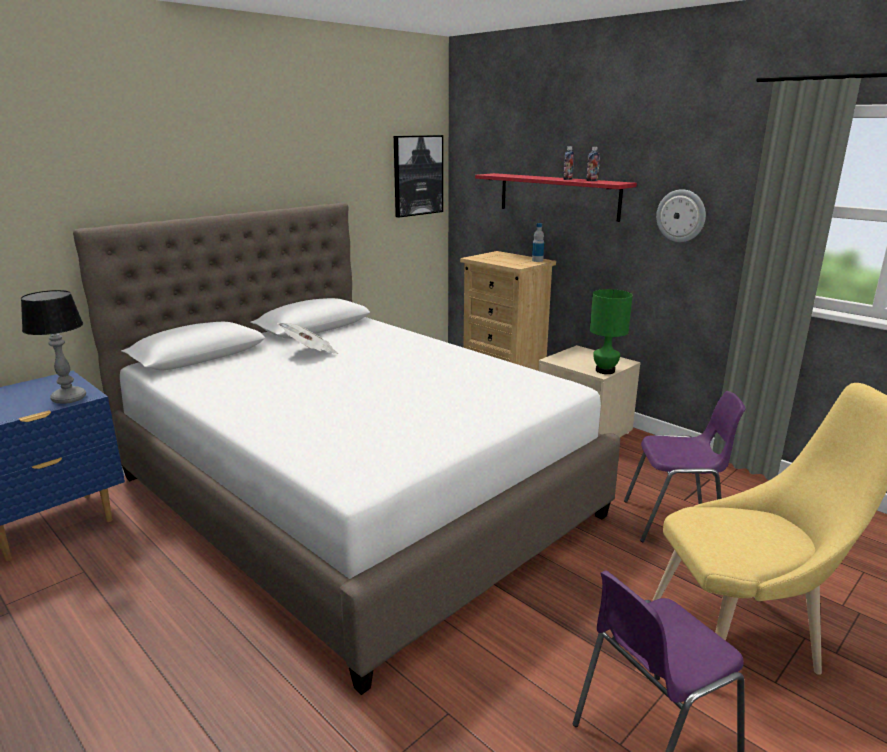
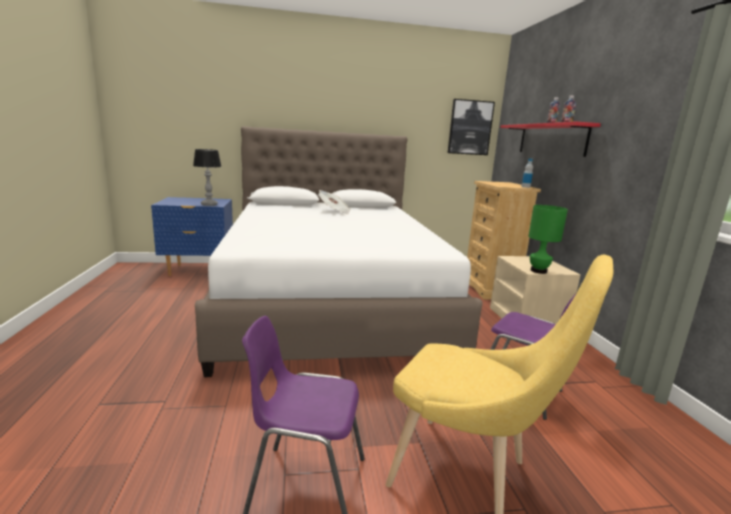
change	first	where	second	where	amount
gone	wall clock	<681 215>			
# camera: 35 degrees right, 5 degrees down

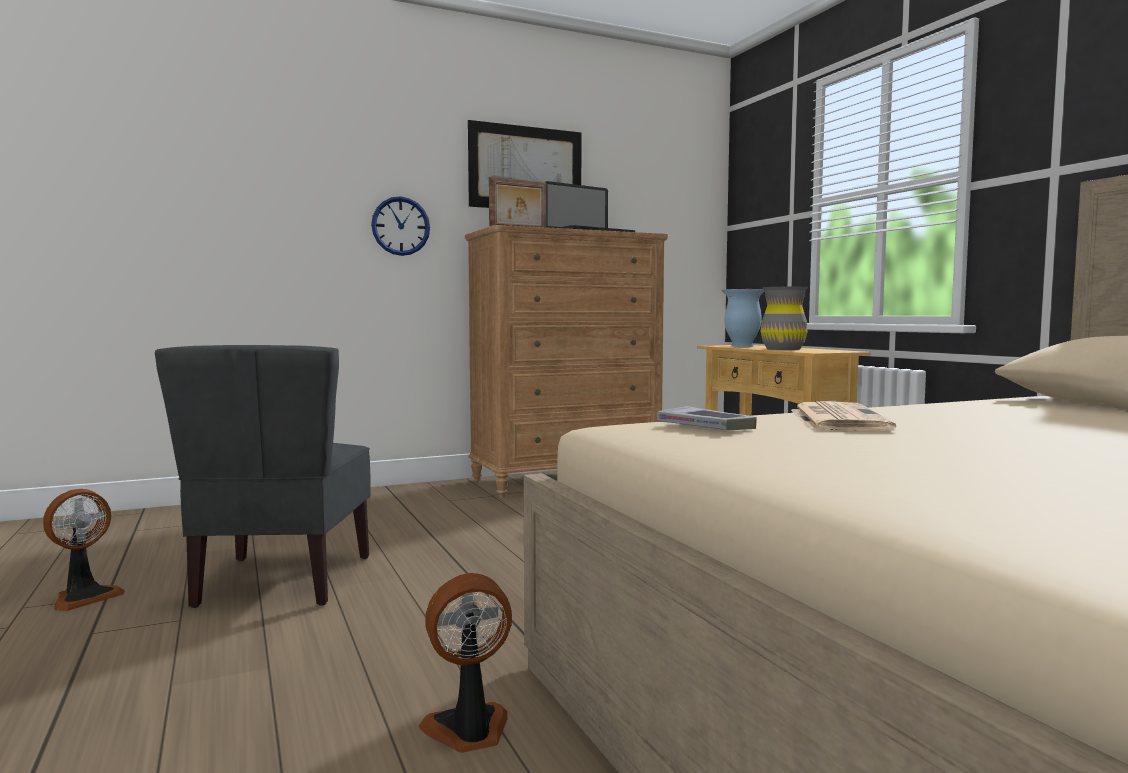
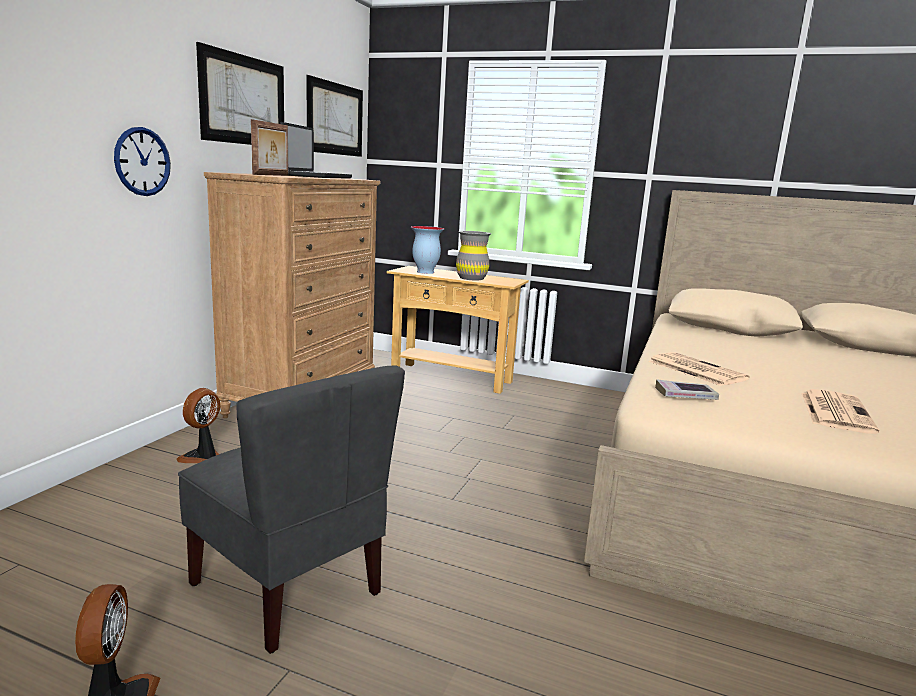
change	first	where	second	where	amount
new			picture	<334 116>	
new			newspaper	<840 411>	
shifted	fan	<465 663>		<198 425>	
# camera: 45 degrees left, 10 degrees up

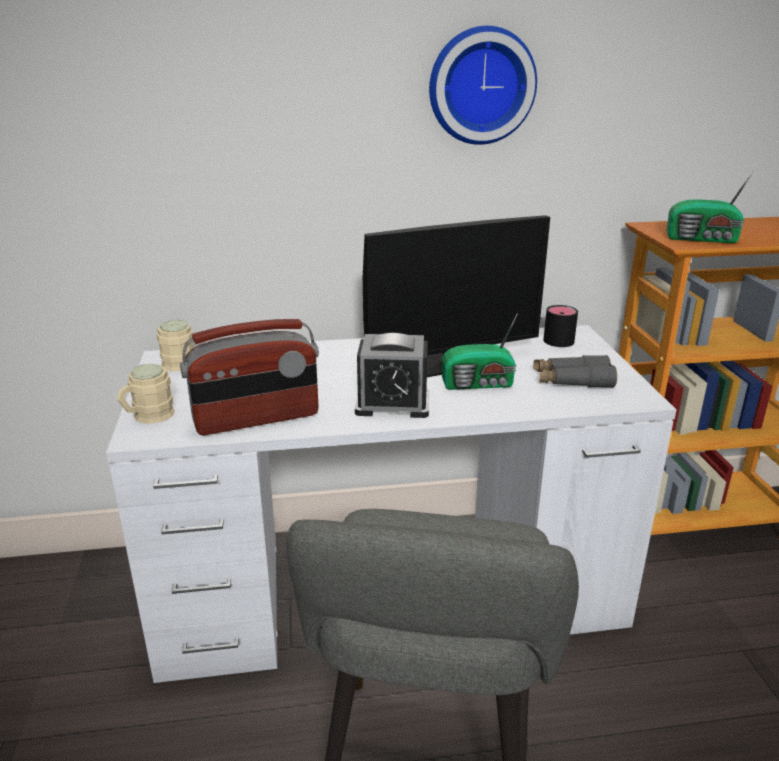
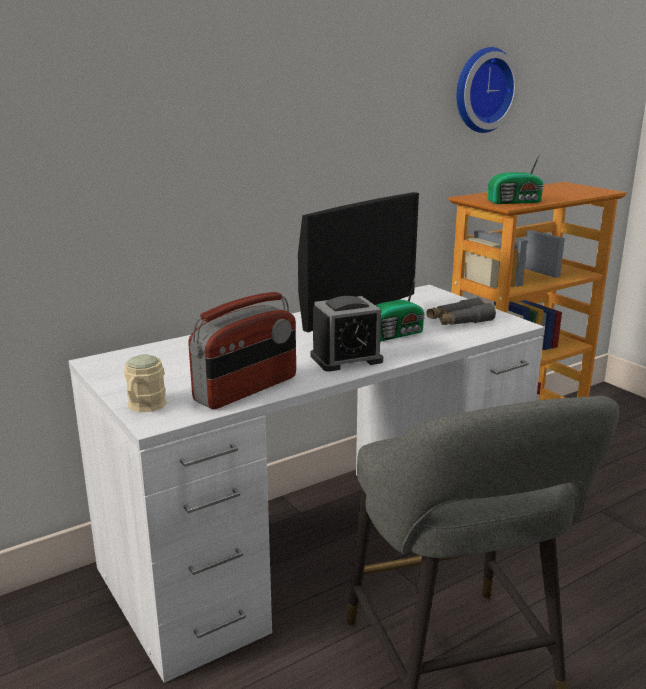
change	first	where	second	where	amount
gone	mug (beige)	<175 346>			
gone	mug (black)	<560 326>			
shifted	wall clock	<483 85>		<488 90>	
# camera: 25 degrees left, 5 degrees down

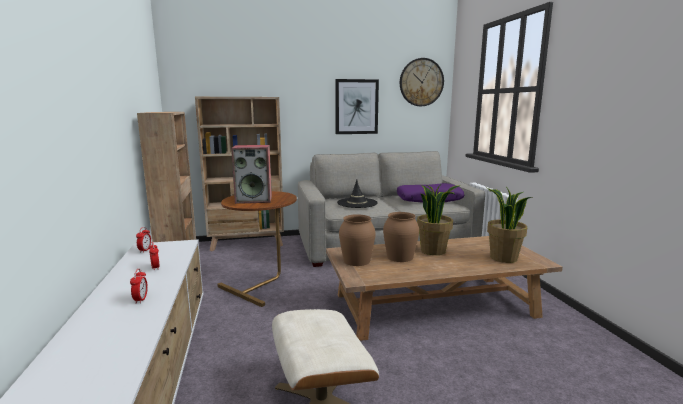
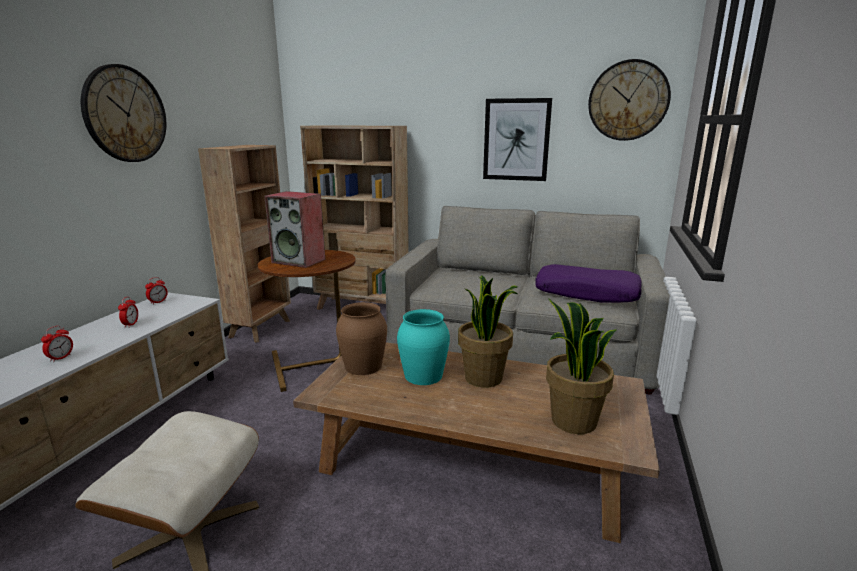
change	first	where	second	where	amount
gone	hat (black)	<357 193>			
new			wall clock	<123 113>	
repainted	vase (brown)	<401 237>	vase (turquoise)	<423 347>	
# camera: 30 degrees right, 5 degrees up

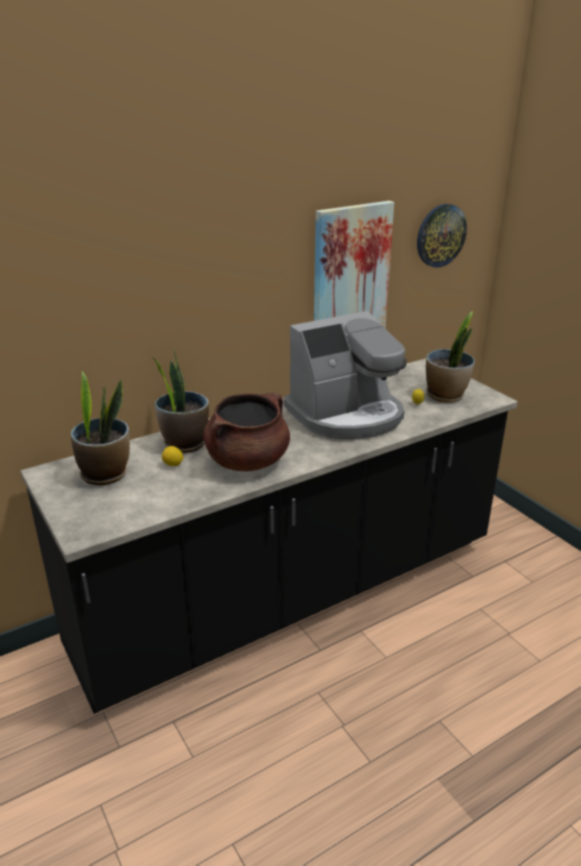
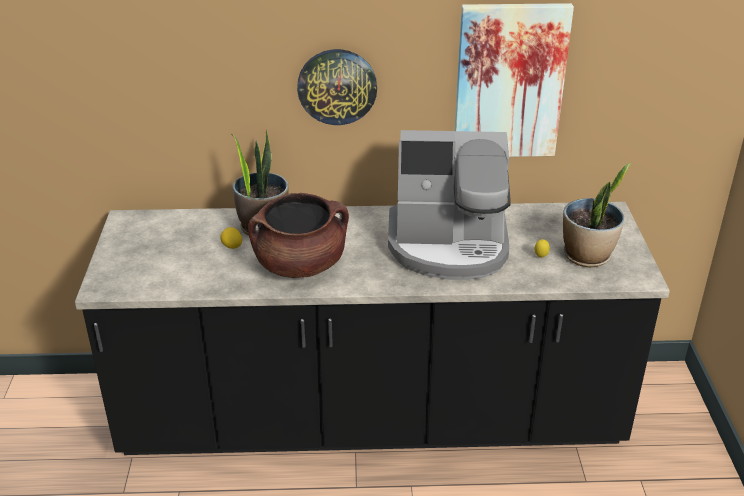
change	first	where	second	where	amount
gone	potted plant	<100 428>			
shifted	wall clock	<442 236>		<337 87>	
# camera: 30 degrees right, 5 degrees up

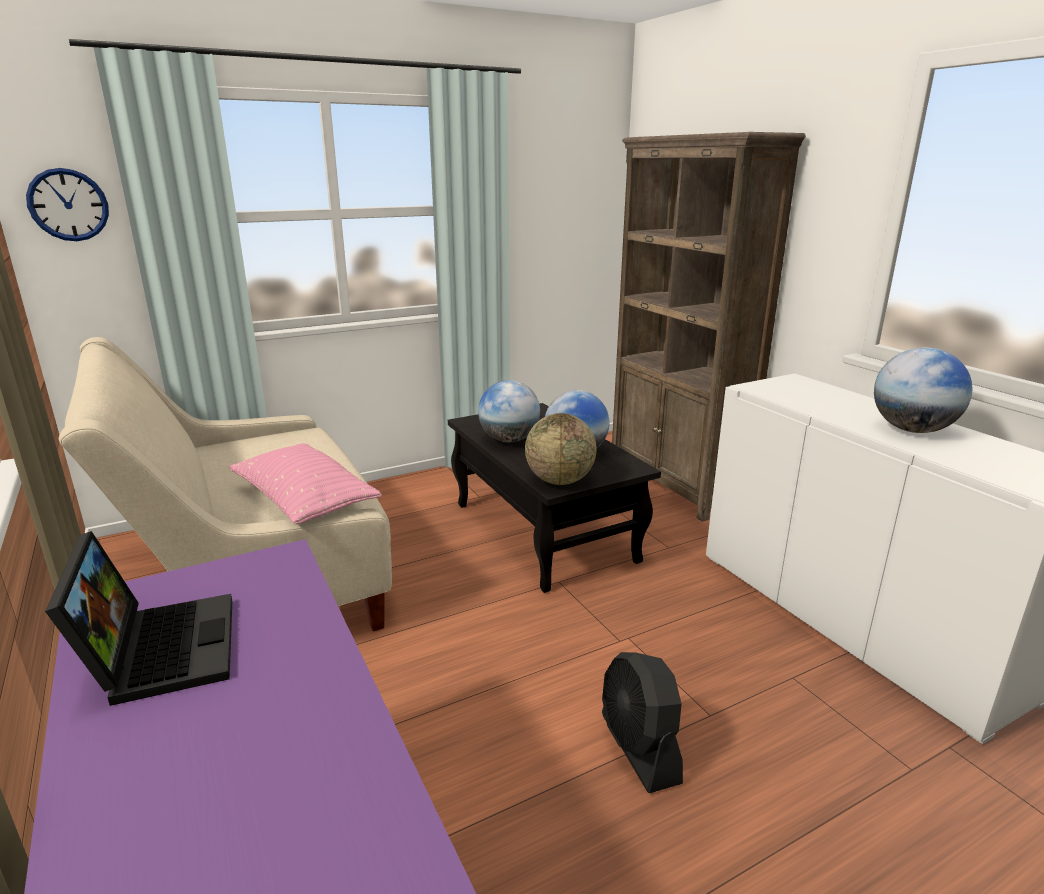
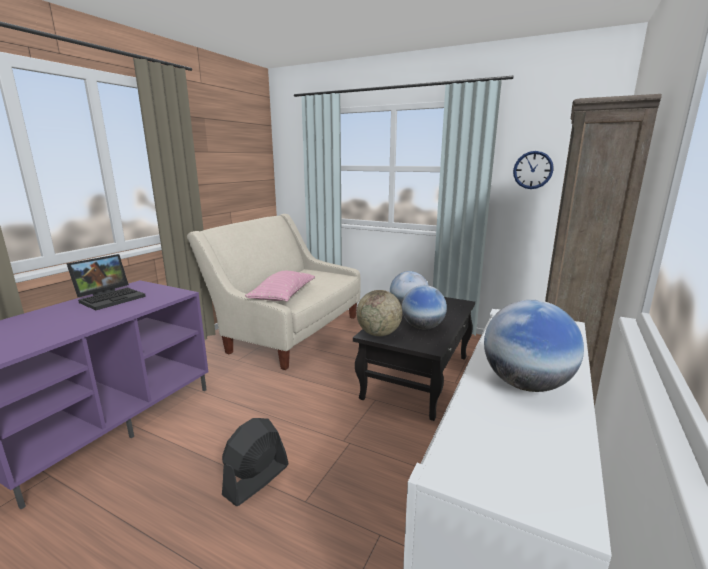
change	first	where	second	where	amount
shifted	wall clock	<67 204>		<533 170>	
# camera: 55 degrees right, 5 degrees down

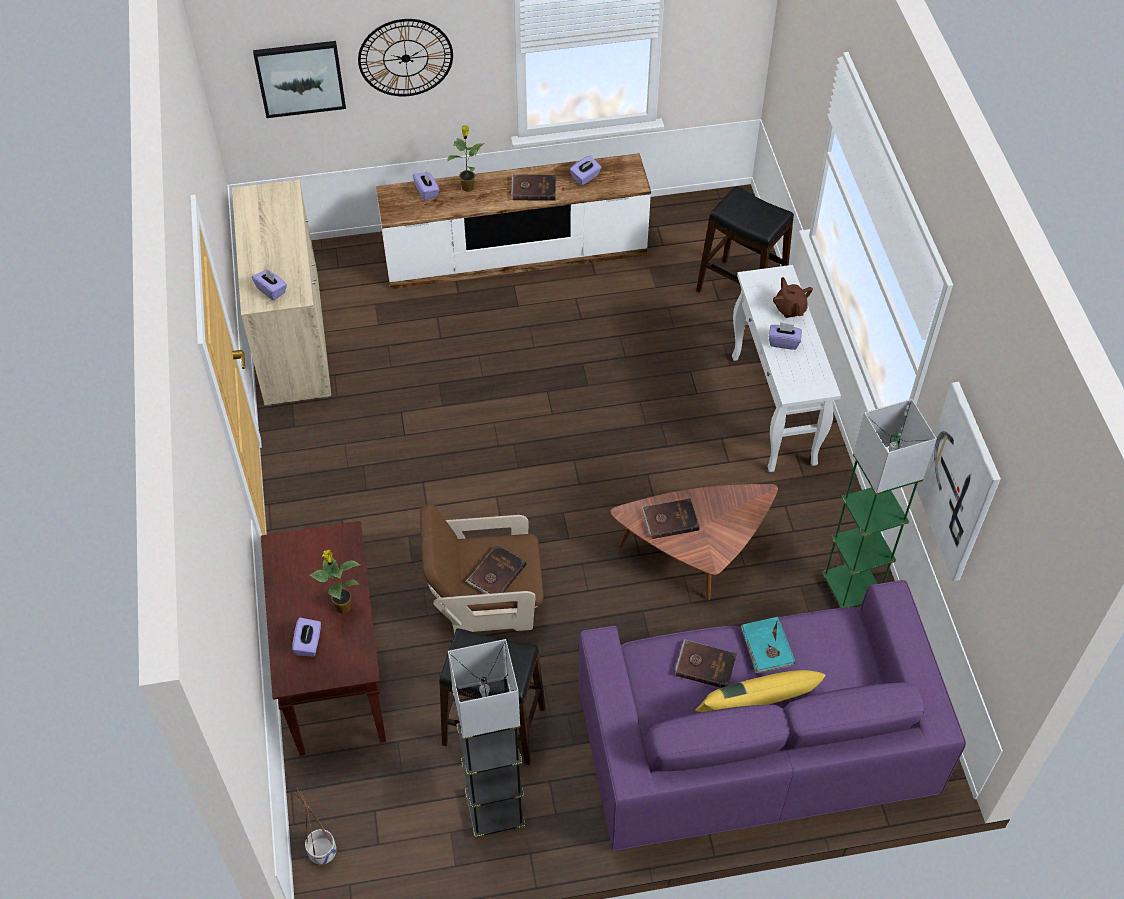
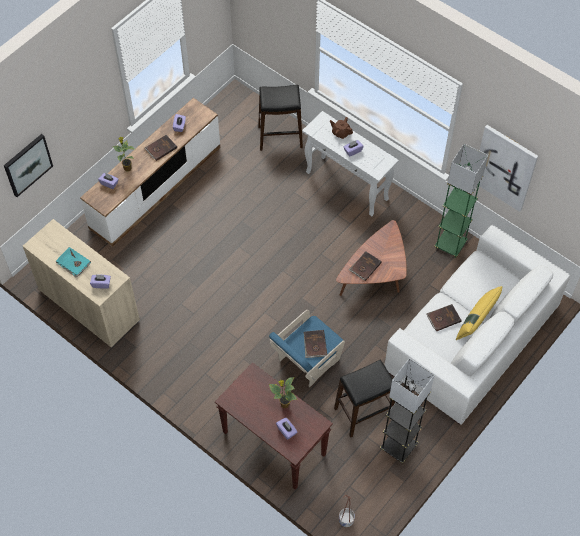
change	first	where	second	where	amount
gone	wall clock	<405 57>			
shifted	book (turquoise)	<768 645>		<73 262>	
repainted	armchair (brown)	<482 569>	armchair (blue)	<307 348>	
repainted	sofa (purple)	<772 715>	sofa (white)	<477 325>	
# camera: 40 degrees left, 5 degrees up

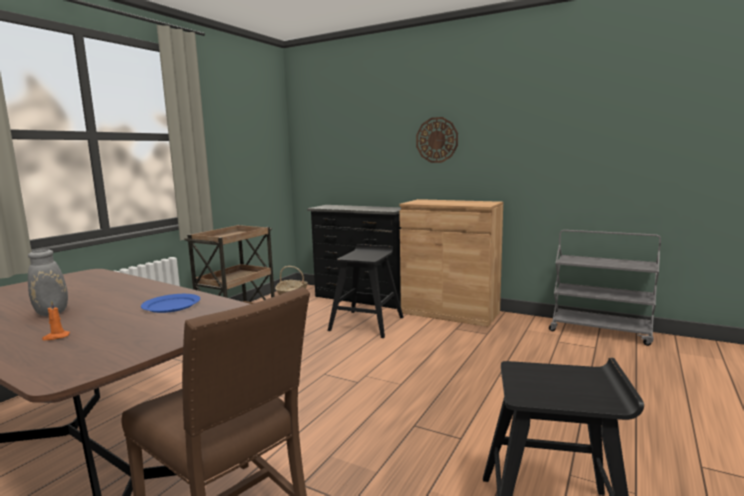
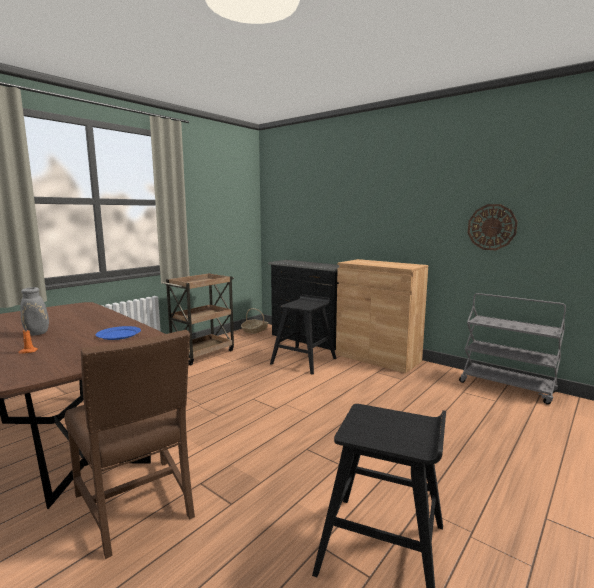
change	first	where	second	where	amount
shifted	wall clock	<437 140>		<493 227>	
# camera: 10 degrees right, 0 degrees up

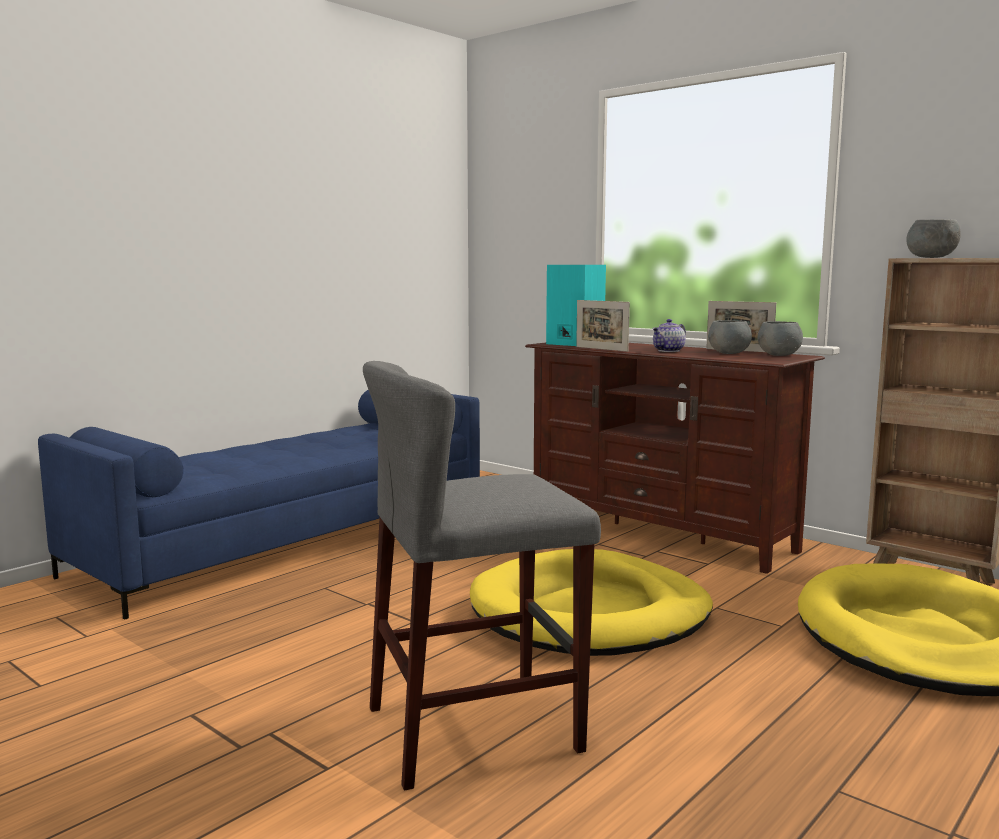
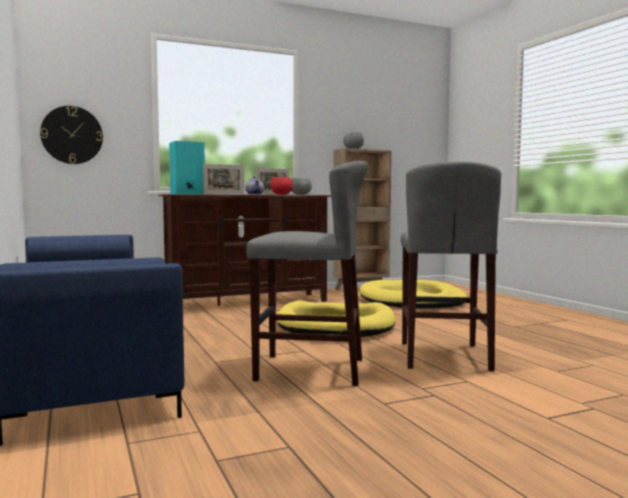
change	first	where	second	where	amount
new			wall clock	<71 135>	
new			stool (grey)	<307 273>	
repainted	bowl (grey)	<730 337>	bowl (red)	<282 186>	
# camera: 65 degrees left, 5 degrees down

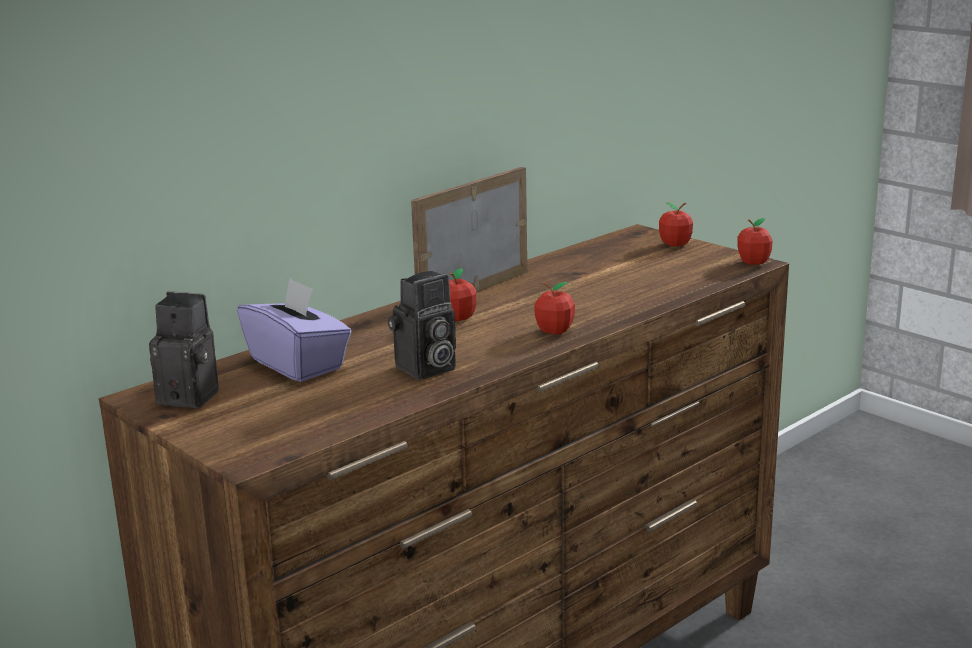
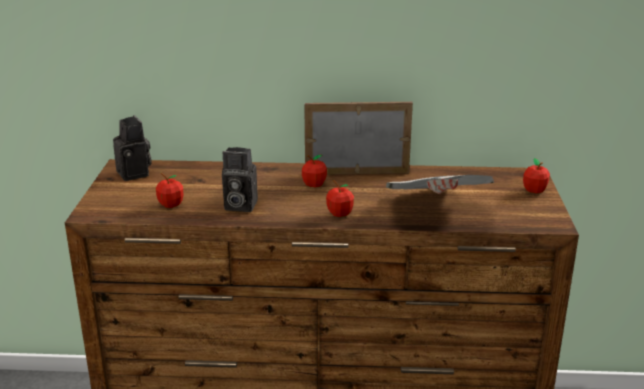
change	first	where	second	where	amount
gone	tissue box (purple)	<294 330>			
new			newspaper	<440 184>	
shifted	apple	<755 241>		<170 190>	
# camera: 45 degrees right, 5 degrees up

